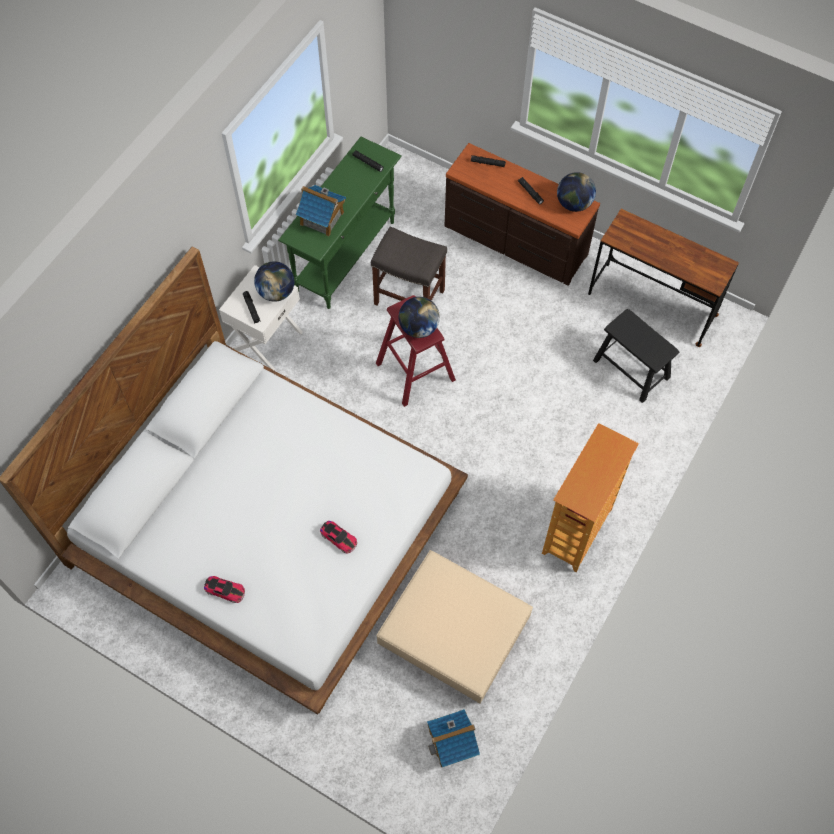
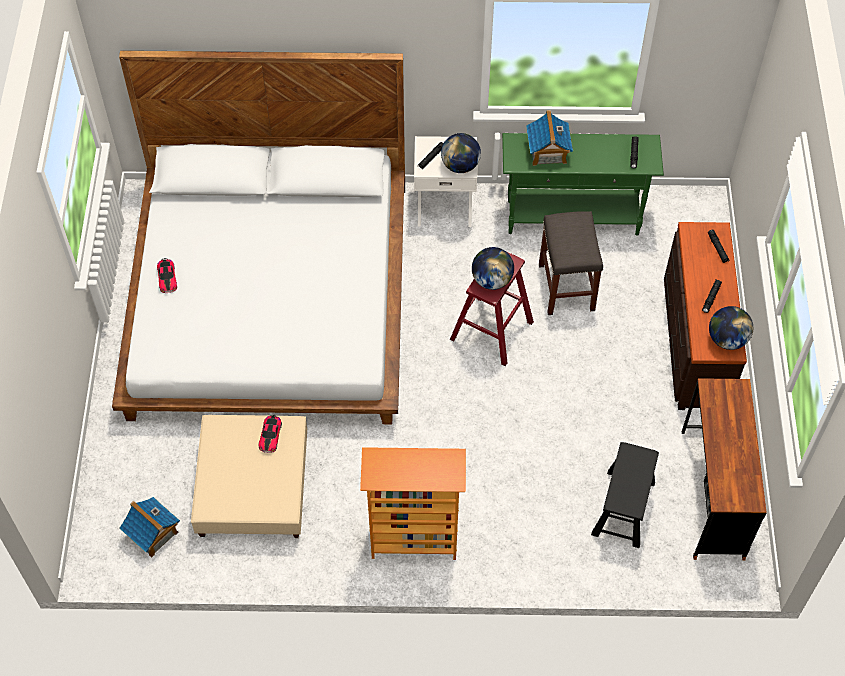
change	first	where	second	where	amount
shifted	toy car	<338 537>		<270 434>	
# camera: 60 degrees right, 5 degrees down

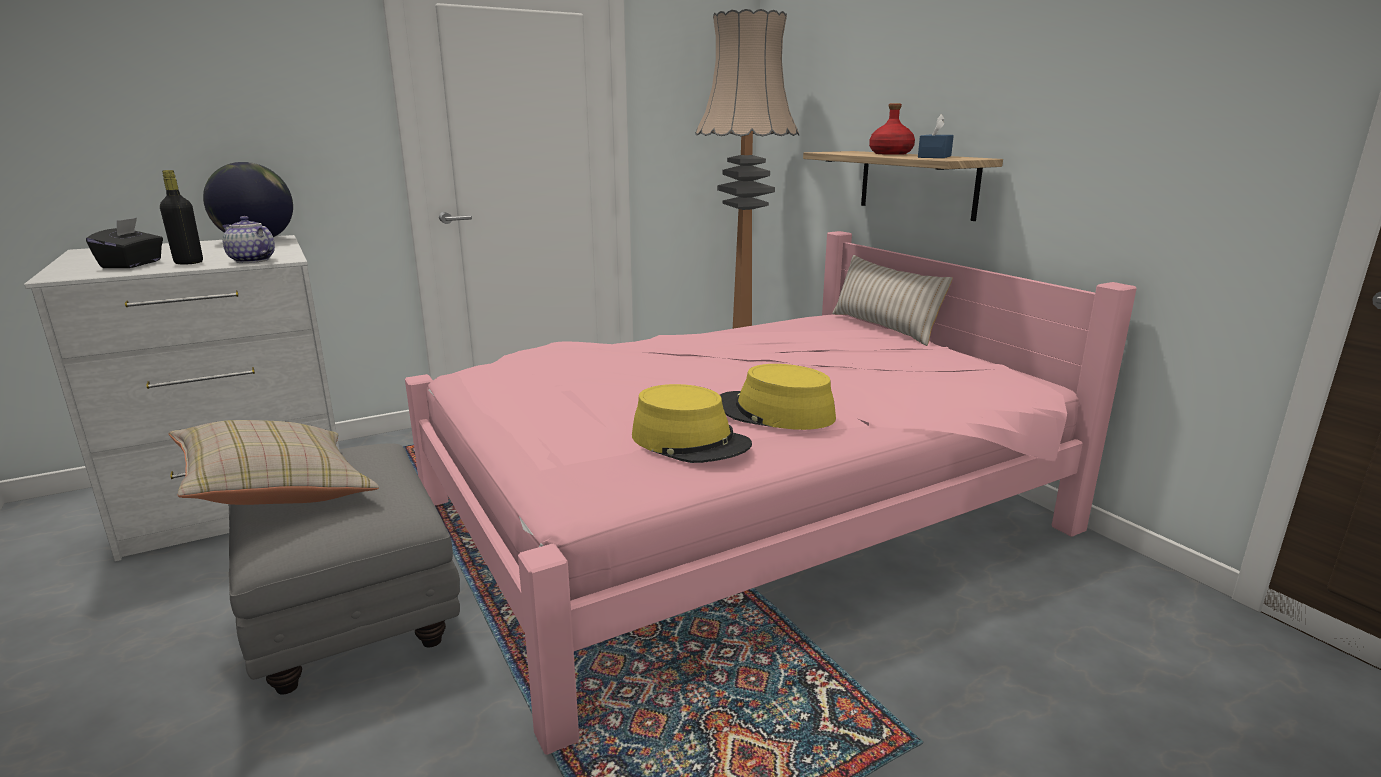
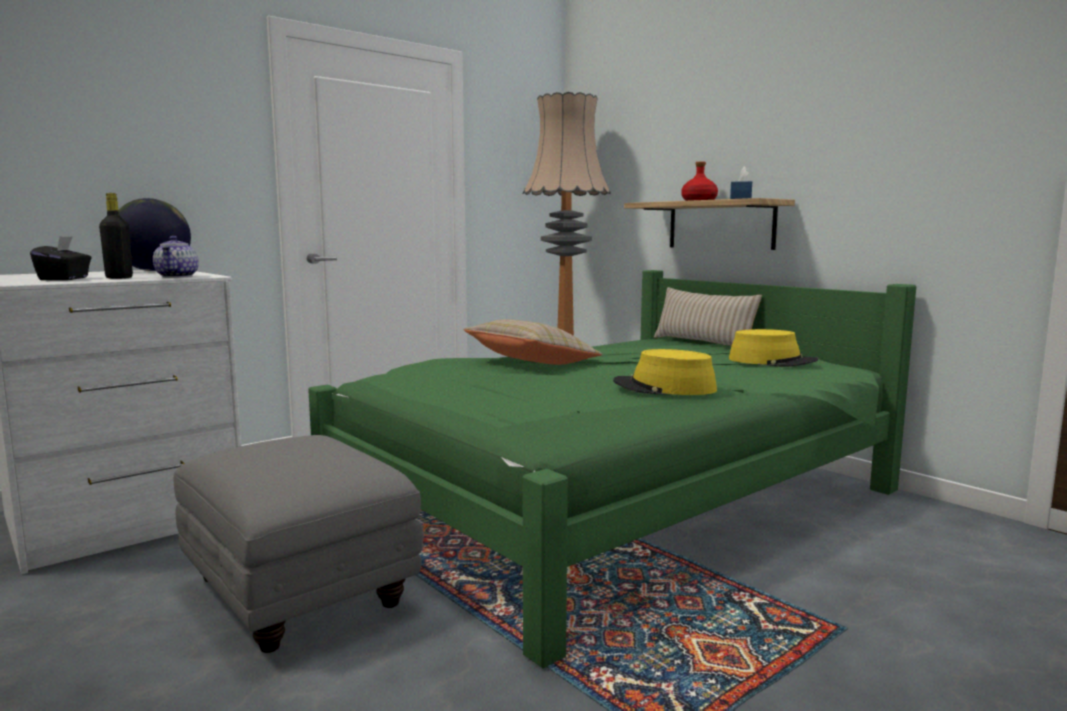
change	first	where	second	where	amount
shifted	pillow (beige)	<274 462>		<533 342>	
shifted	hat (yellow)	<692 423>		<773 348>	
repainted	bed (pink)	<771 493>	bed (green)	<612 469>	
rotated	teapot	<248 239>		<176 257>	120 degrees counterclockwise
# camera: 10 degrees left, 10 degrees down

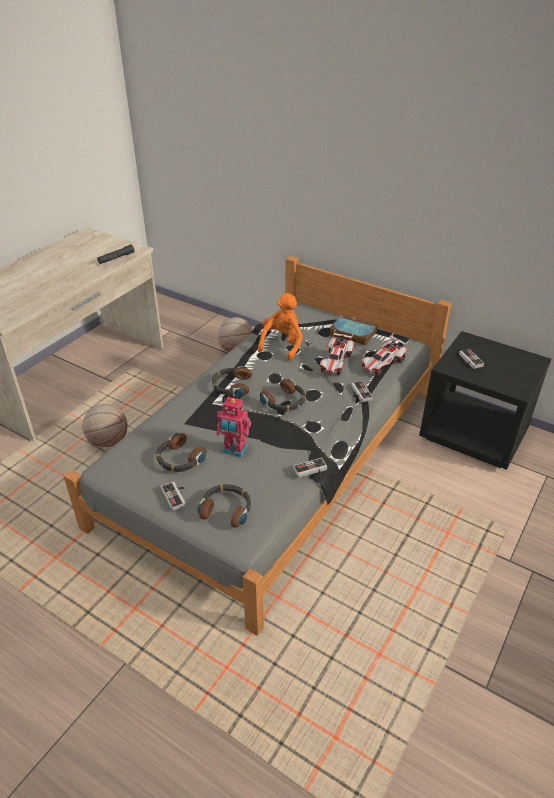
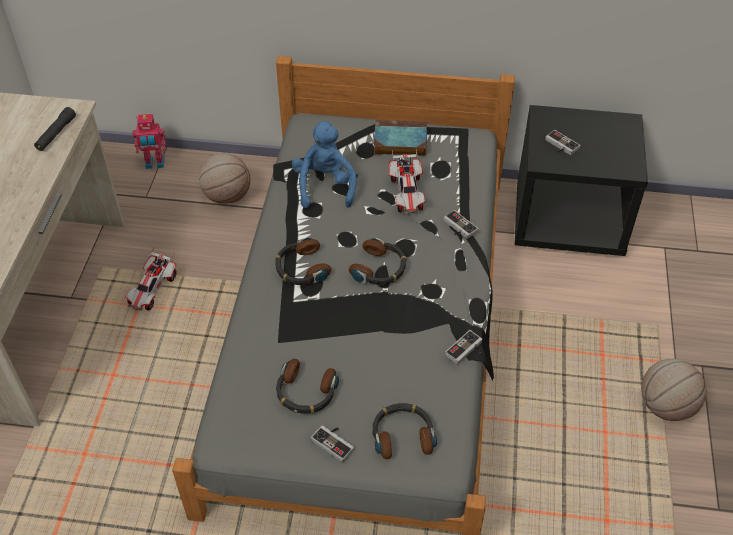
change	first	where	second	where	amount
shifted	basketball	<105 425>		<674 390>	
shifted	toy robot	<233 427>		<149 141>	
shifted	toy car	<385 354>		<151 279>	
repainted	plush toy (orange)	<280 327>	plush toy (blue)	<324 164>	
# camera: 25 degrees left, 10 degrees up

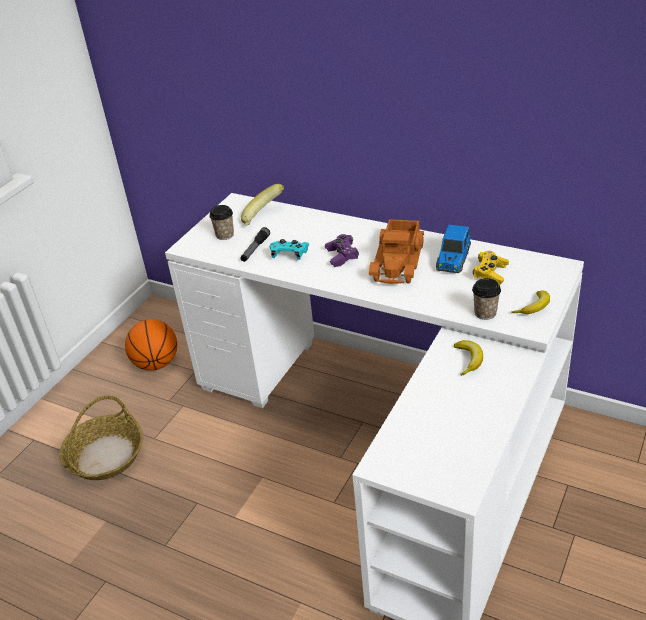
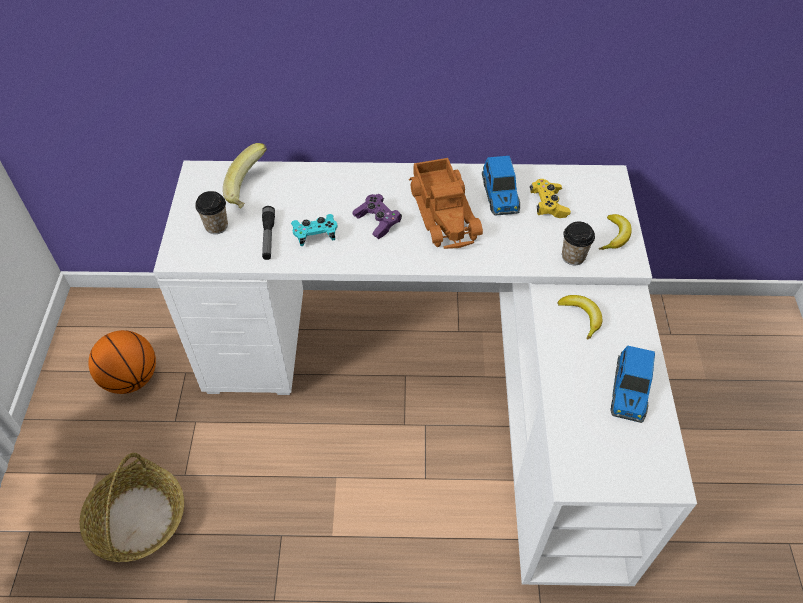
change	first	where	second	where	amount
new			toy car	<632 384>	
# camera: 30 degrees left, 15 degrees up

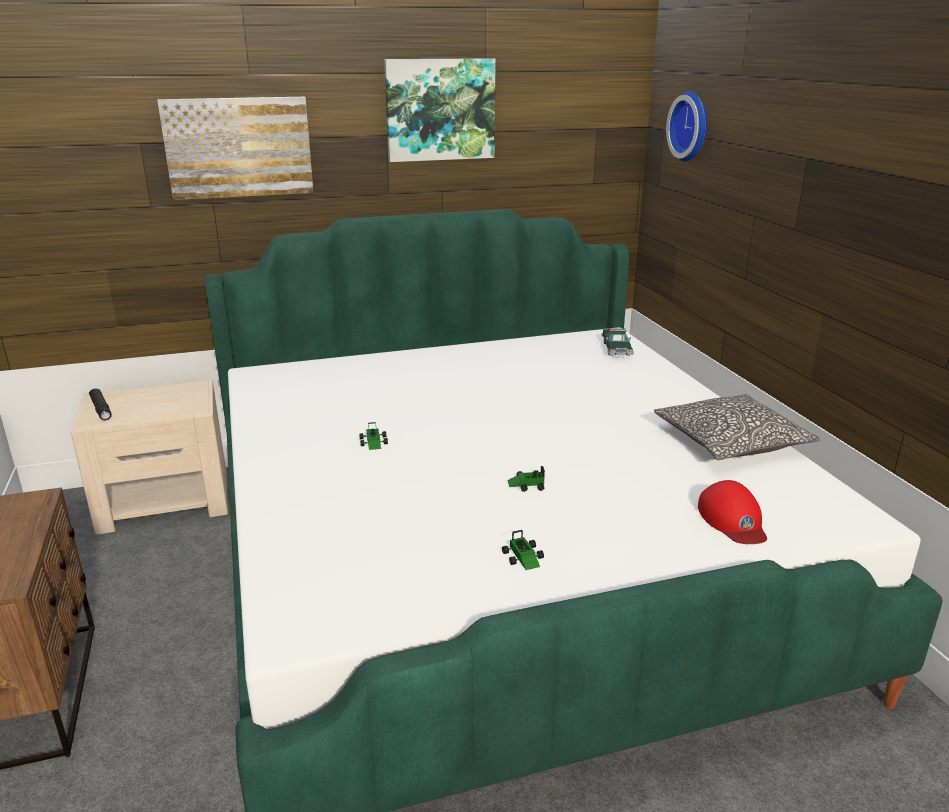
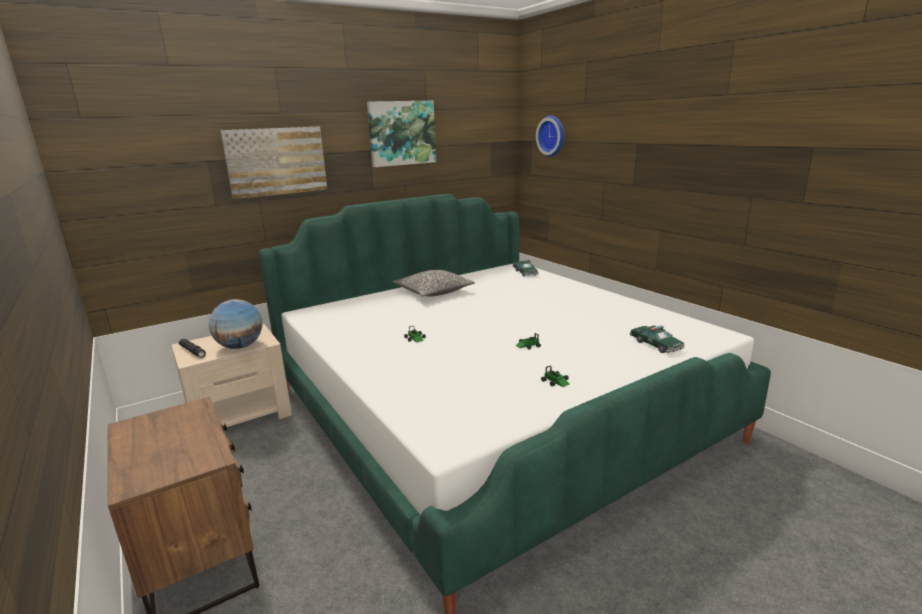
change	first	where	second	where	amount
new			globe	<235 324>	
shifted	pillow	<736 427>		<434 283>	
swapped	cap (red)	<732 512>	toy car	<657 339>	
# camera: 15 degrees left, 5 degrees down

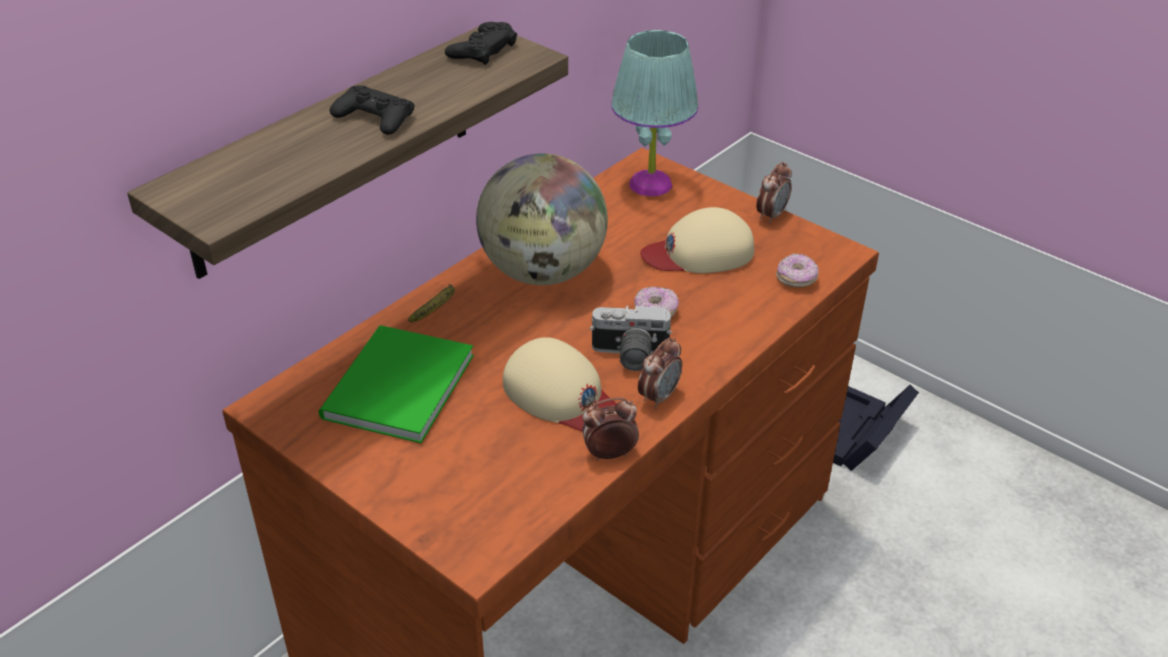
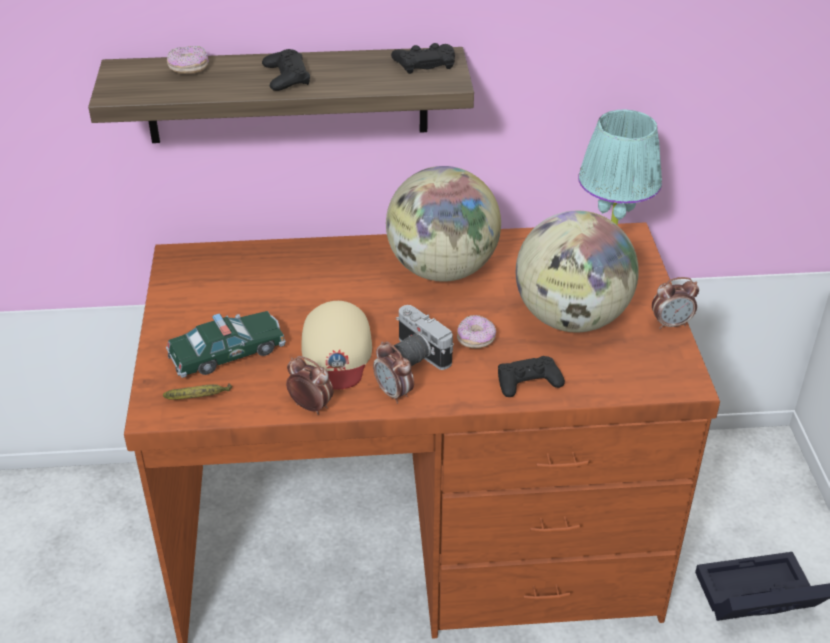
change	first	where	second	where	amount
gone	book (green)	<396 384>			
new			toy car	<226 344>	
new			game controller (black)	<531 376>	
shifted	banana	<431 303>		<197 391>	
shifted	donut	<797 270>		<188 60>	
swapped	cap (beige)	<697 240>	globe	<577 271>	
rotated	alarm clock	<660 373>		<393 372>	60 degrees clockwise
# camera: 45 degrees right, 0 degrees up

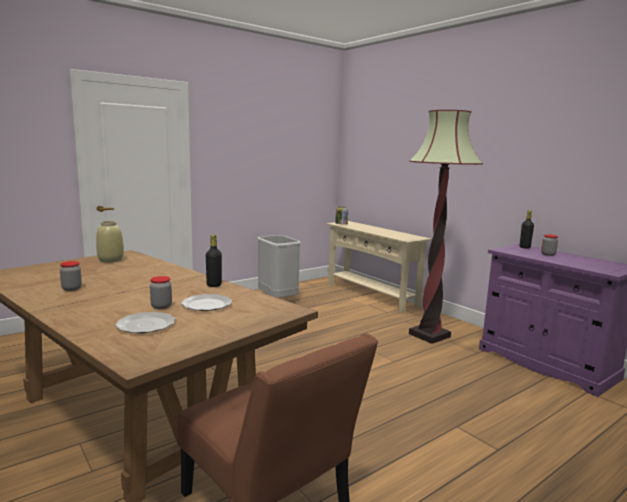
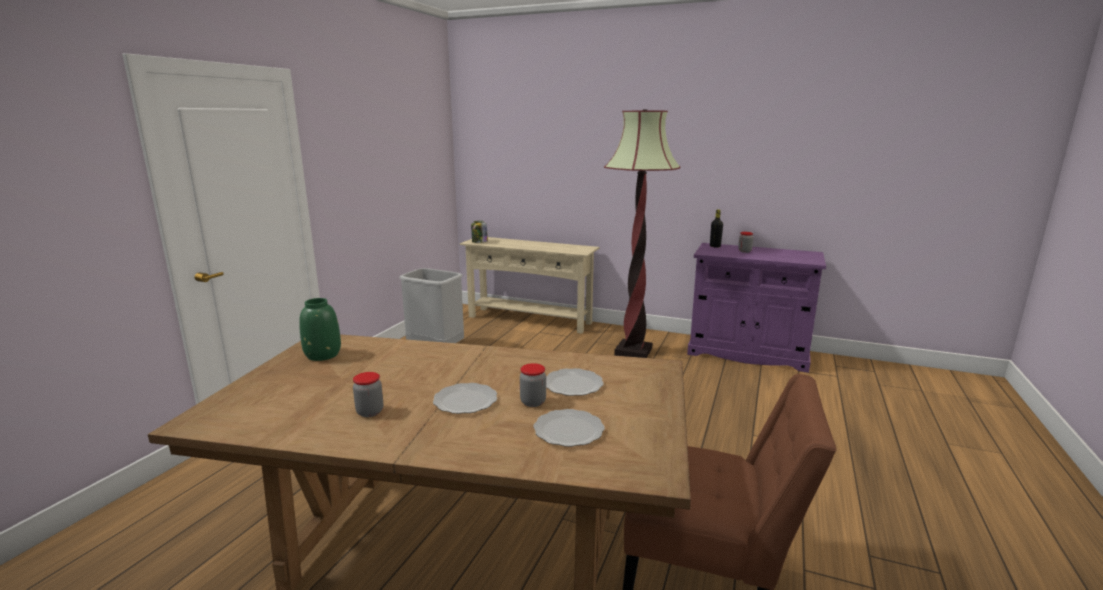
change	first	where	second	where	amount
gone	bottle (black)	<214 261>			
new			plate	<465 398>	
repainted	vase (beige)	<110 242>	vase (green)	<320 329>	
# camera: 30 degrees left, 5 degrees up

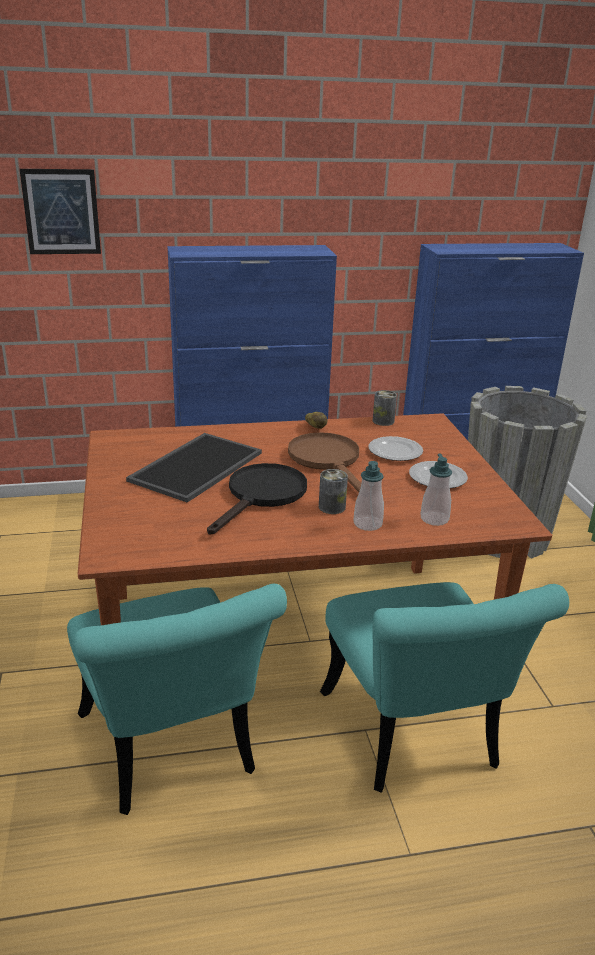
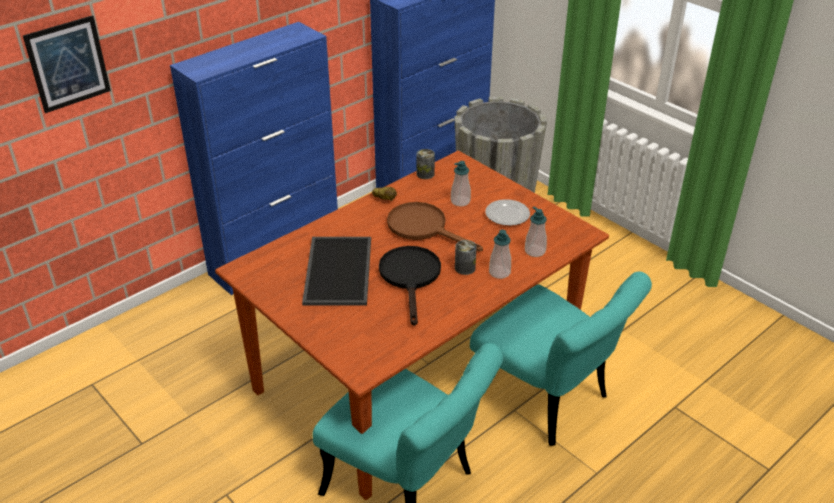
change	first	where	second	where	amount
swapped	plate	<396 448>	soap dispenser	<461 184>	
# camera: 30 degrees left, 10 degrees up

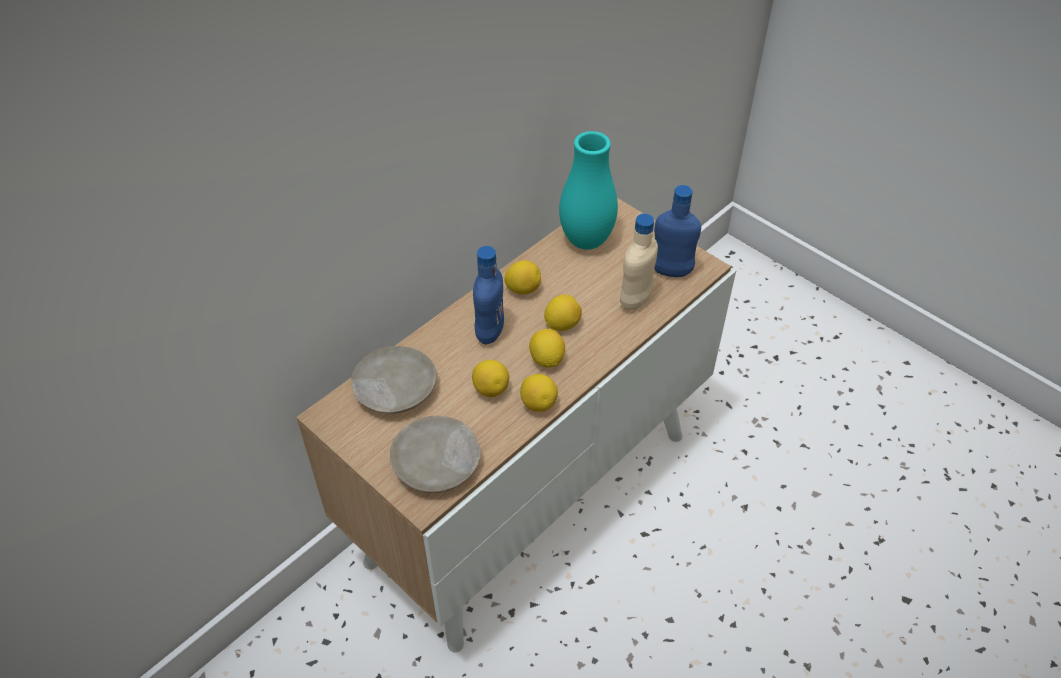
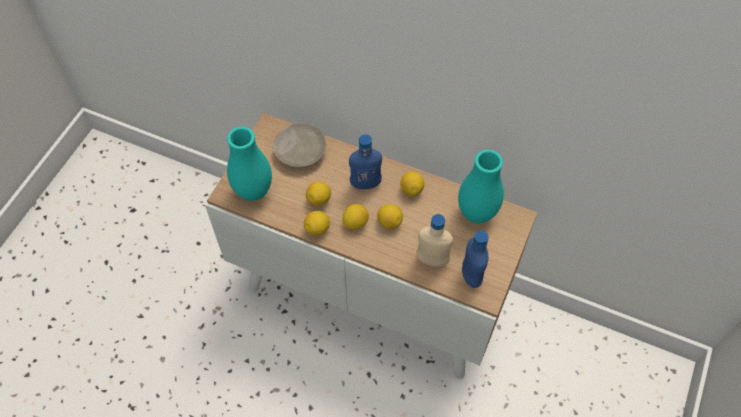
change	first	where	second	where	amount
swapped	plate (beige)	<435 454>	vase (turquoise)	<249 164>	
# camera: 70 degrees right, 10 degrees up

